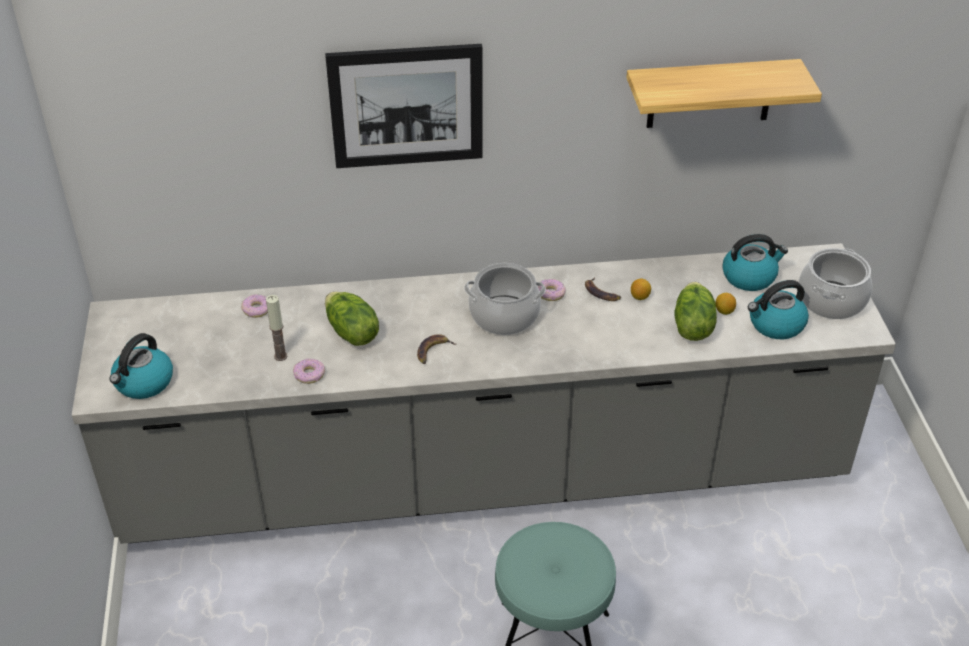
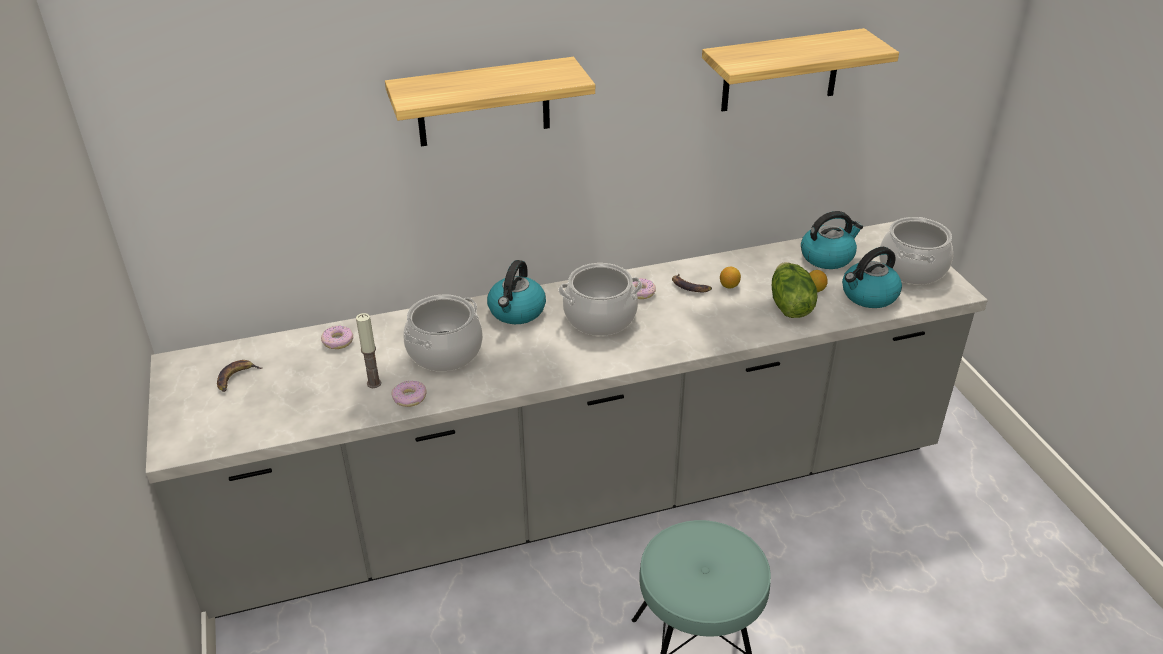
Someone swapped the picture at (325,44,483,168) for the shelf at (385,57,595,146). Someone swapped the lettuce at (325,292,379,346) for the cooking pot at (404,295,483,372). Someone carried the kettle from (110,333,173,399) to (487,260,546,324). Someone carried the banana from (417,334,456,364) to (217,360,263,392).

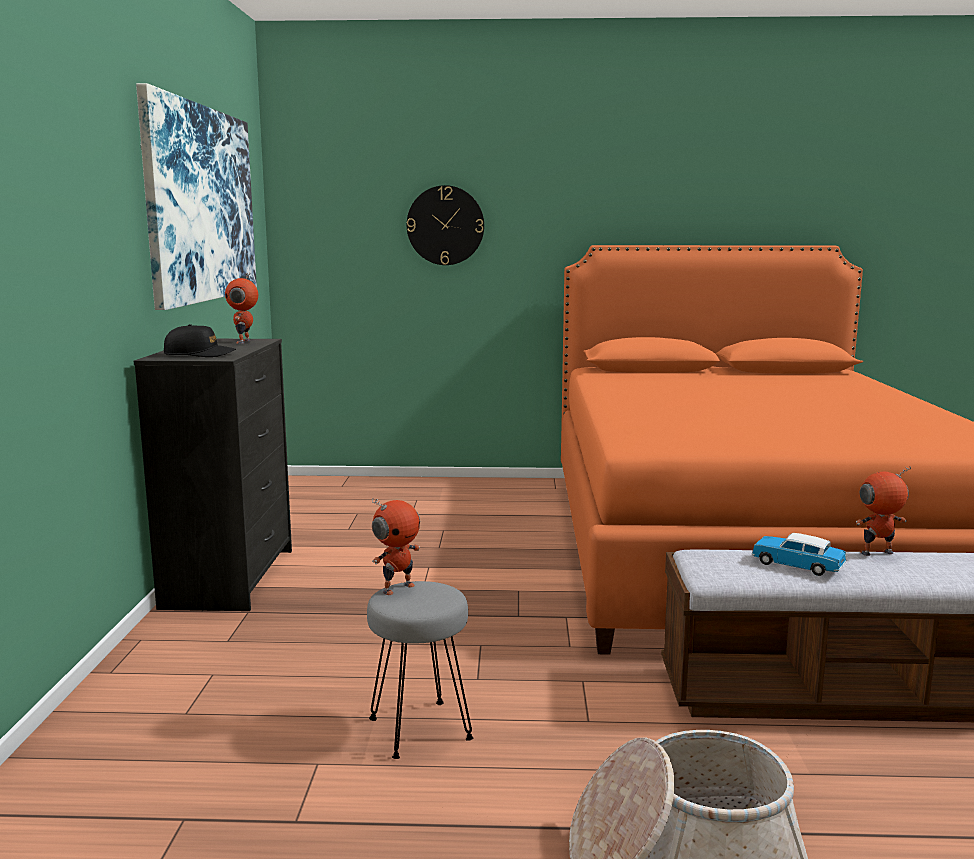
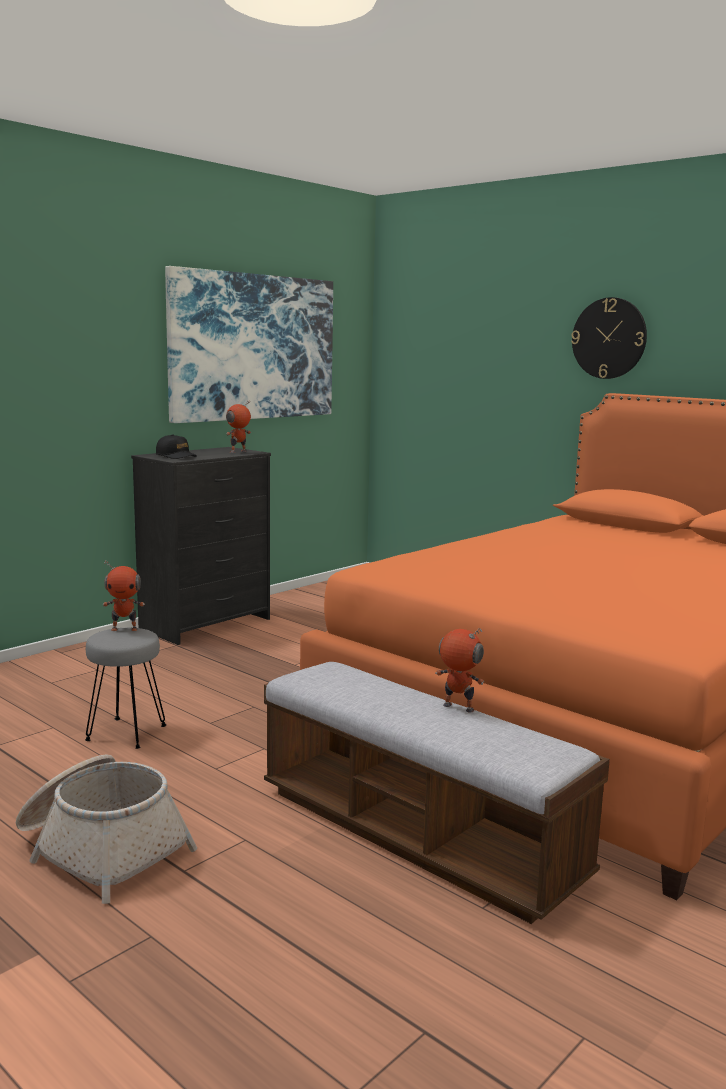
Someone carried the wall clock from (407,185,484,265) to (571,297,647,379). Someone took away the toy car at (752,533,846,576).

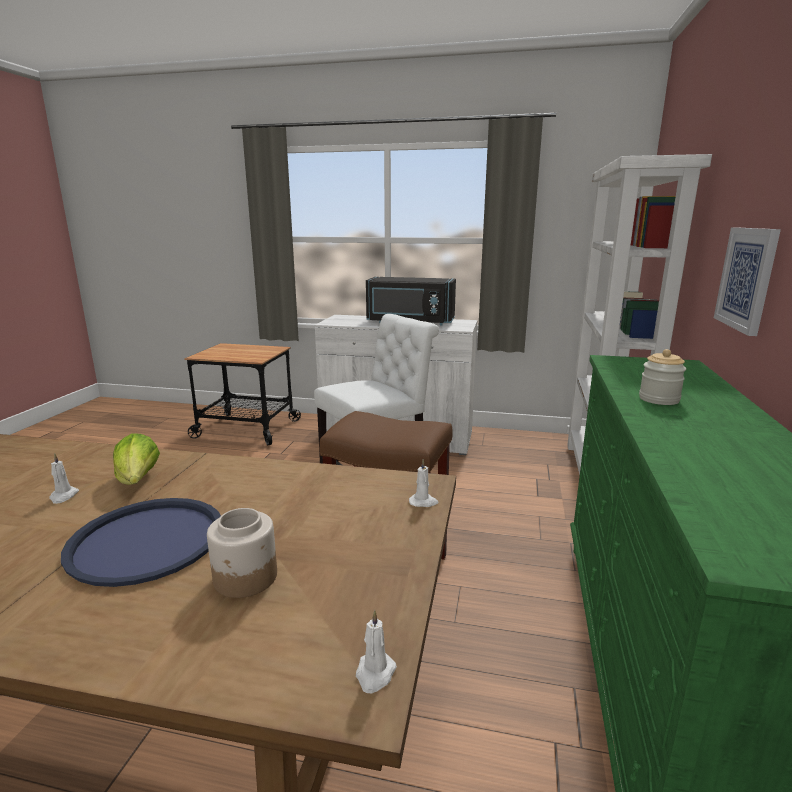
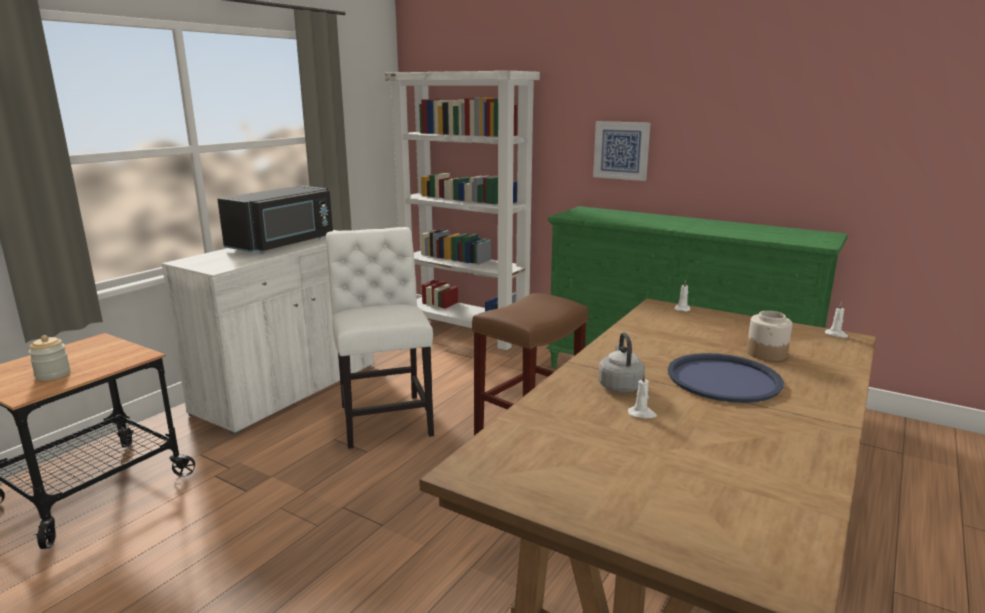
Someone carried the jar from (639,349,686,405) to (28,335,70,381). Someone swapped the lettuce at (113,433,160,485) for the kettle/grey at (598,332,645,393).

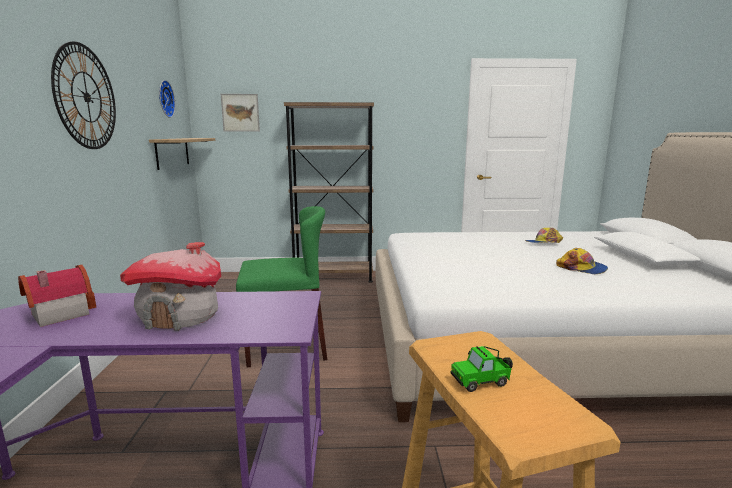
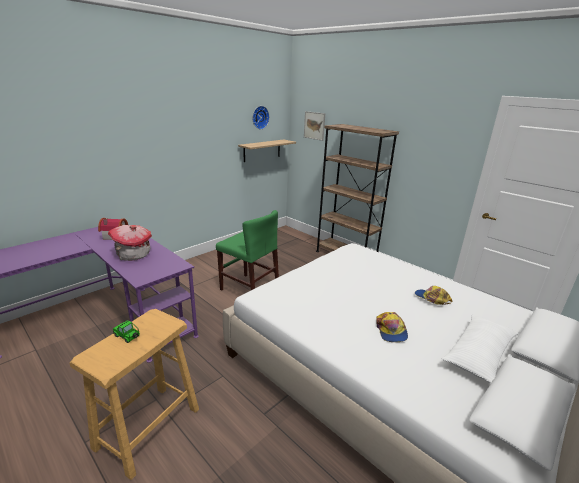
Someone took away the wall clock at (51,41,116,149).

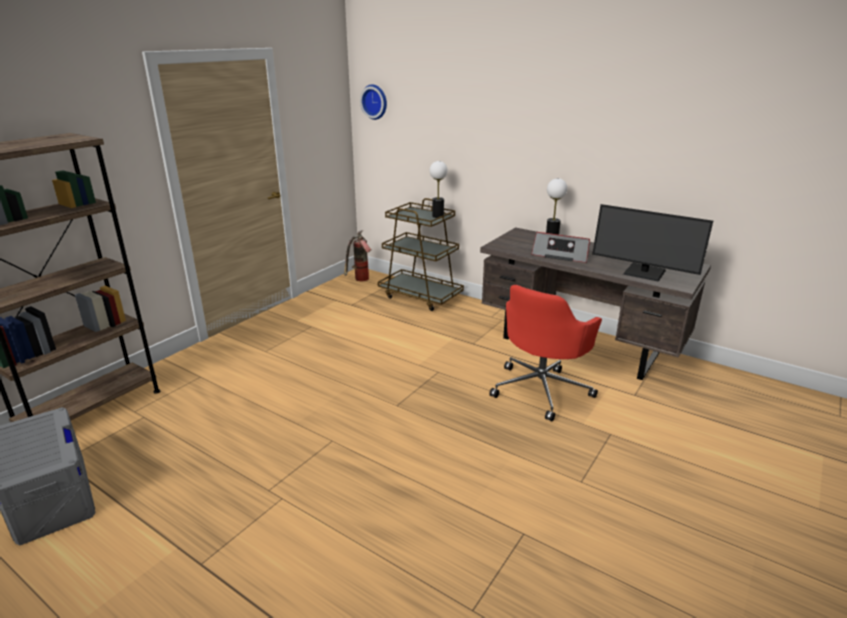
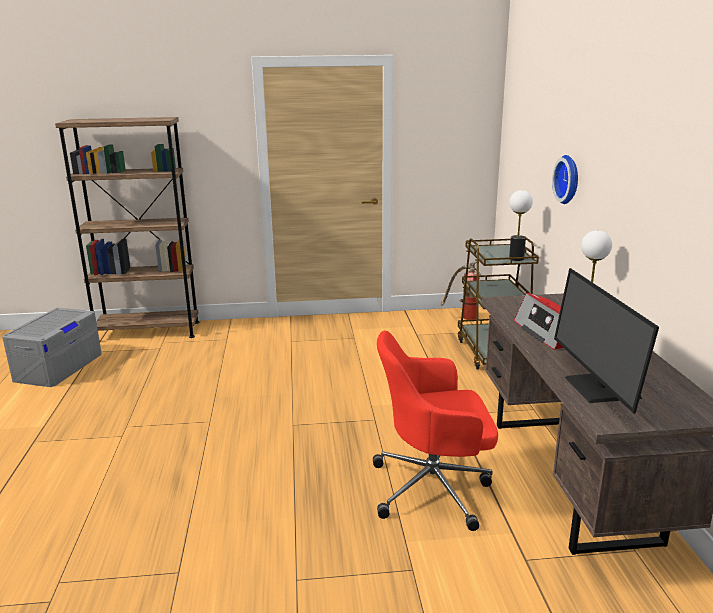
Someone carried the wall clock from (360,84,387,120) to (552,155,578,204).

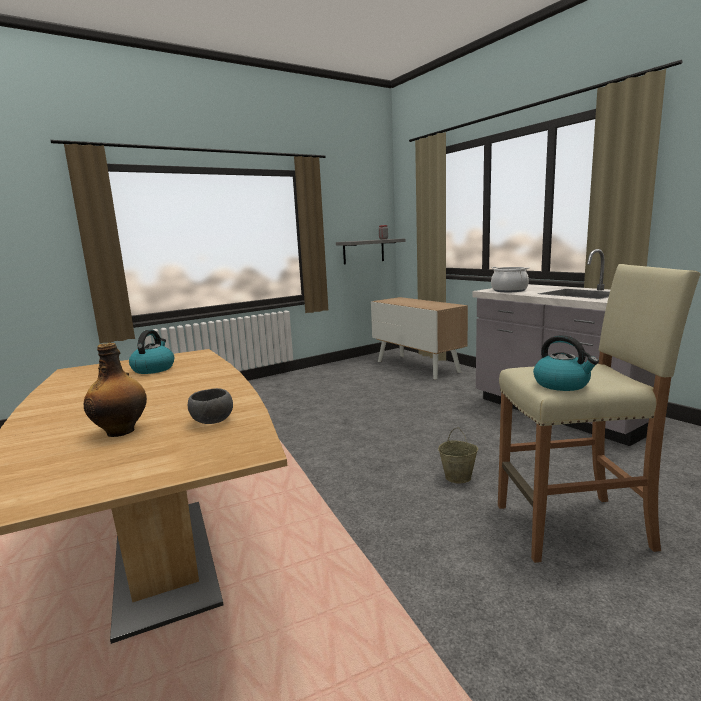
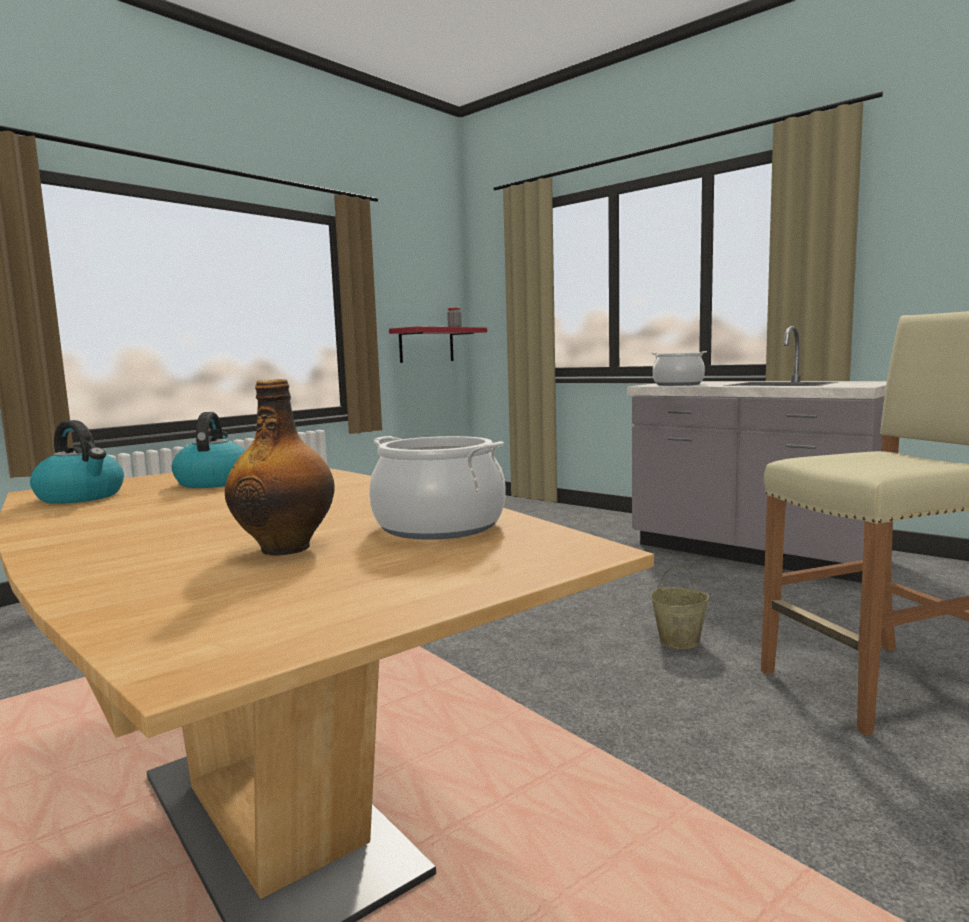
Someone repainted the shelf/grey at (336,239,405,265), which became the shelf/red at (389,326,487,363). Someone took away the cabinet at (371,297,468,380). Someone carried the kettle from (533,335,599,391) to (30,420,124,504). Someone swapped the bowl/grey at (188,388,233,424) for the cooking pot at (369,436,506,540).

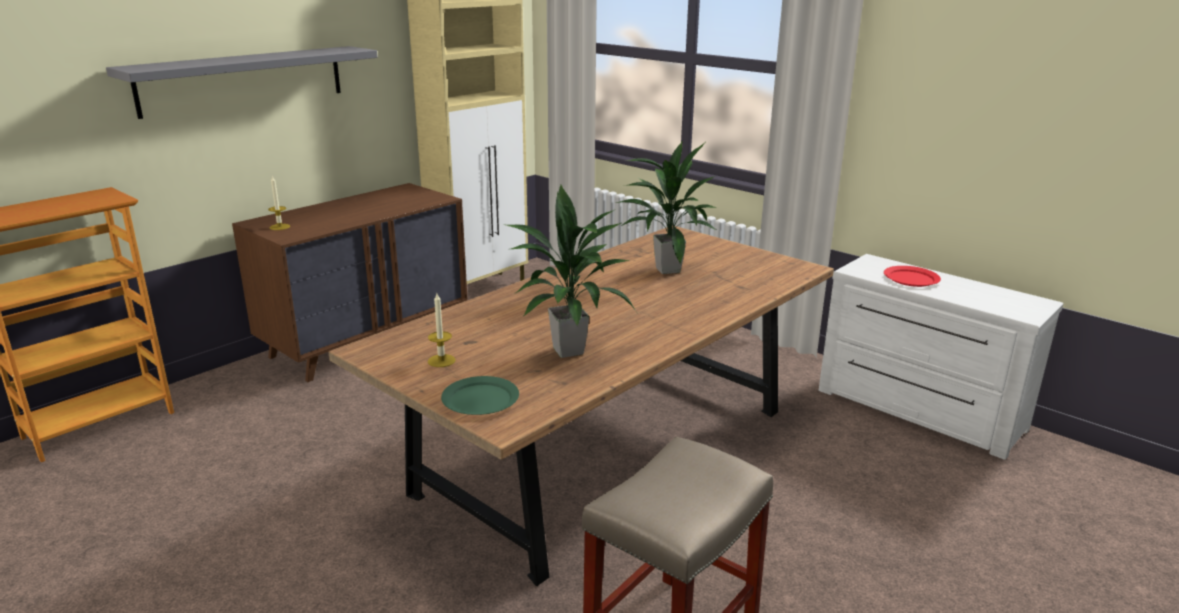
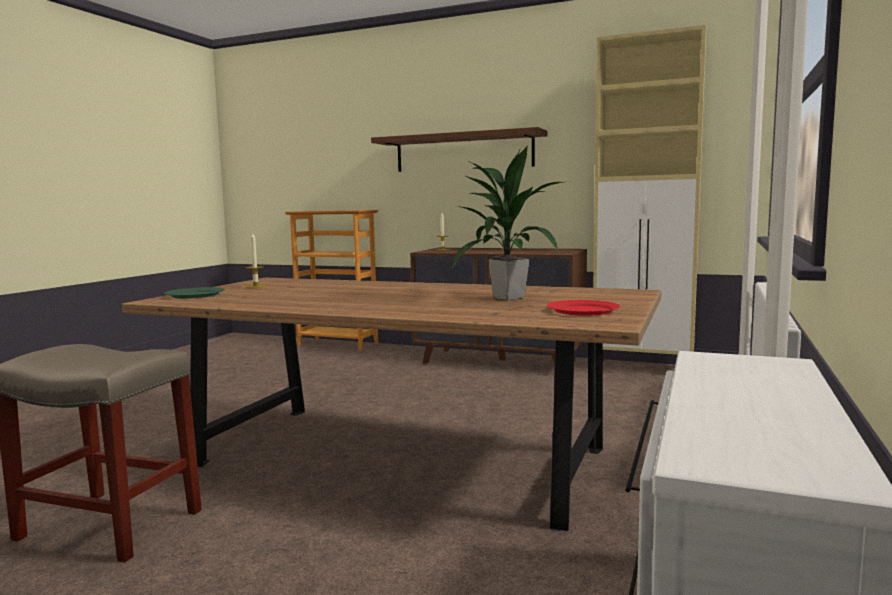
Someone repainted the shelf/grey at (106,46,378,119), which became the shelf/brown at (371,127,547,172). Someone took away the potted plant at (503,185,637,358). Someone carried the plate/red from (884,266,941,287) to (547,300,620,316).

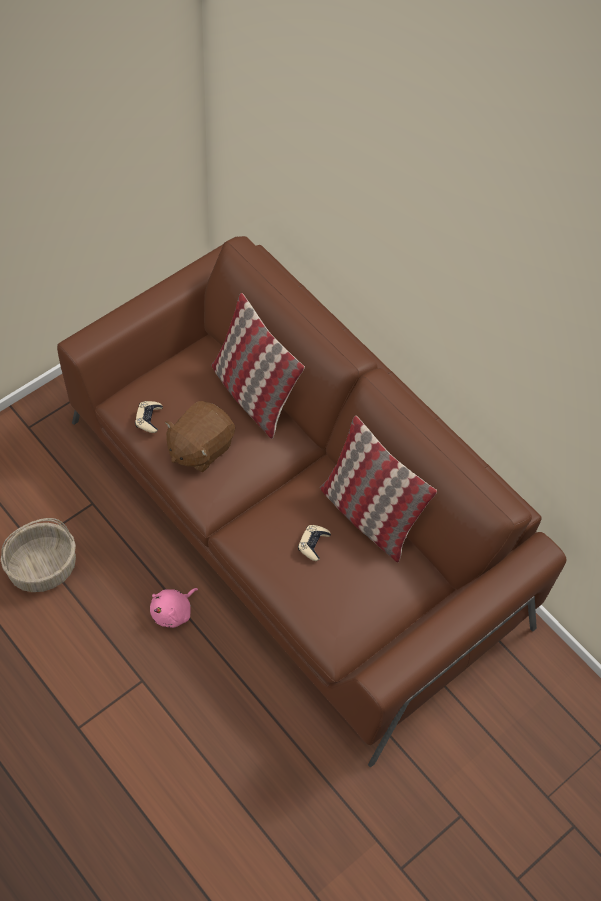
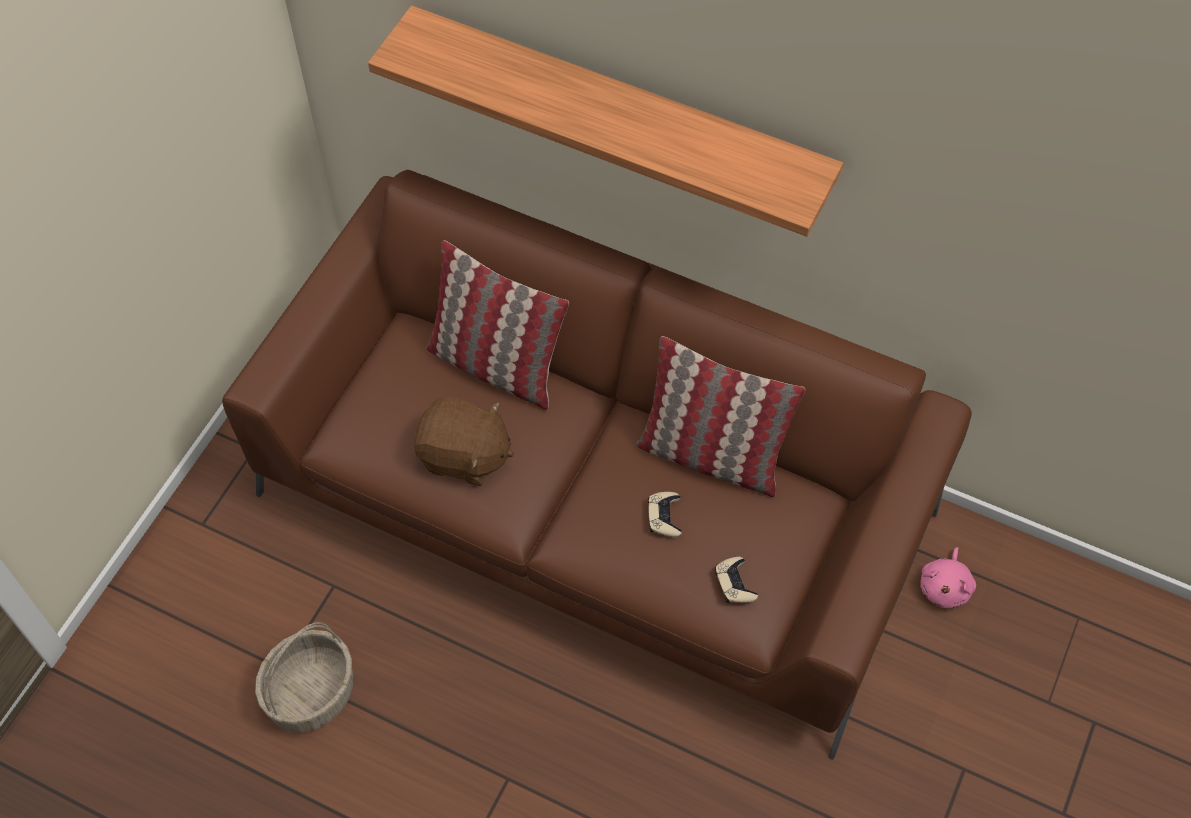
Someone carried the game controller/beige from (135,401,163,433) to (715,557,758,603). Someone rotated the plush toy/brown at (165,401,235,472) by 90 degrees counterclockwise. Someone carried the plush toy/pink from (150,588,198,628) to (920,547,976,608). Someone put up the shelf at (368,5,843,237).

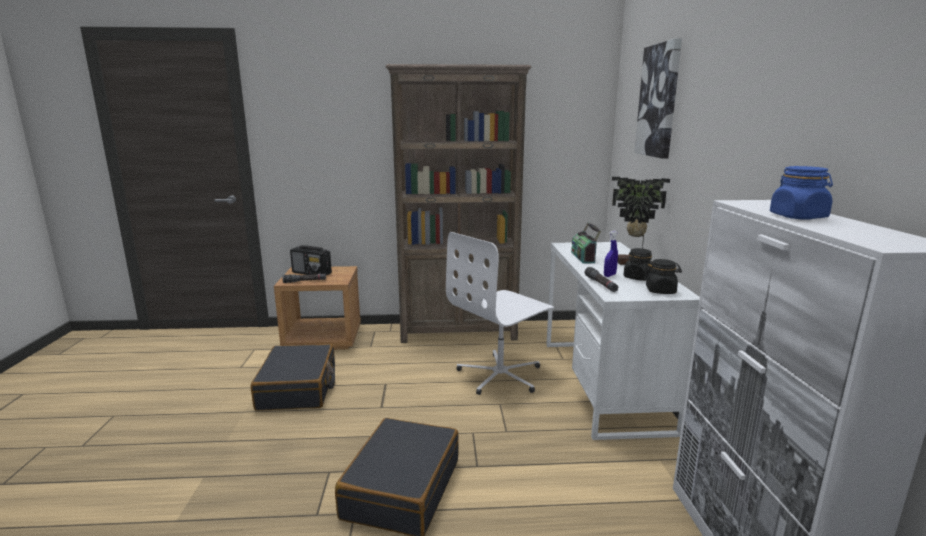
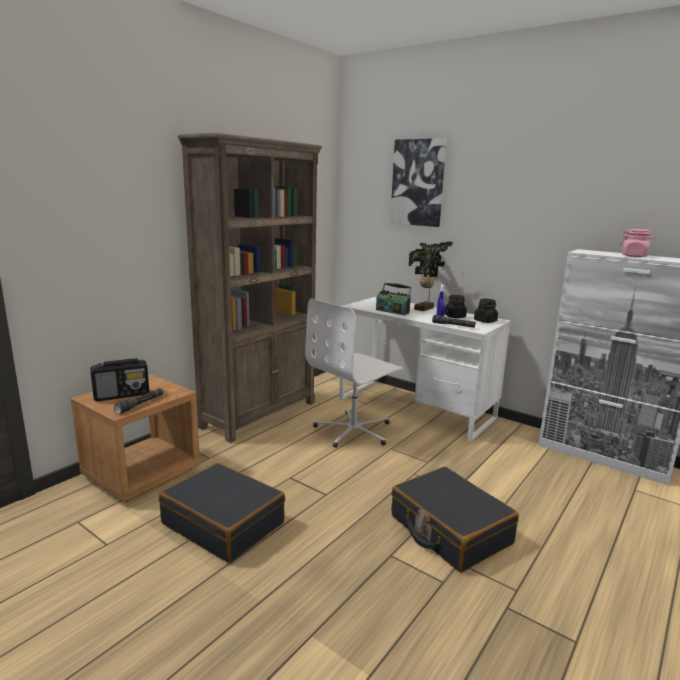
Someone repainted the jar/blue at (770,166,833,220), which became the jar/pink at (620,229,655,257). Someone rotated the office chair/white at (446,232,554,395) by 45 degrees clockwise.

